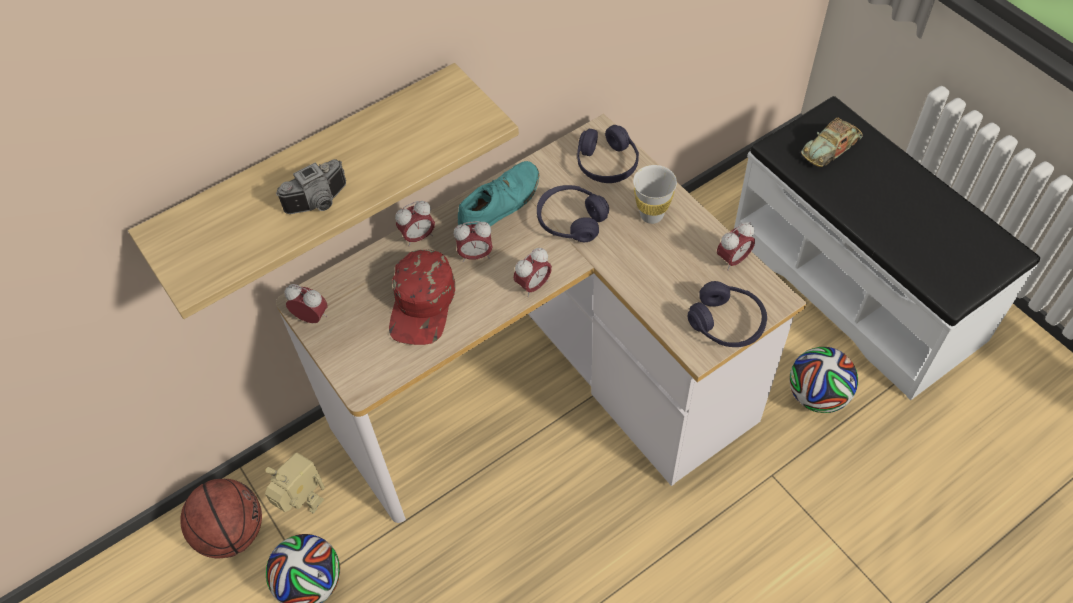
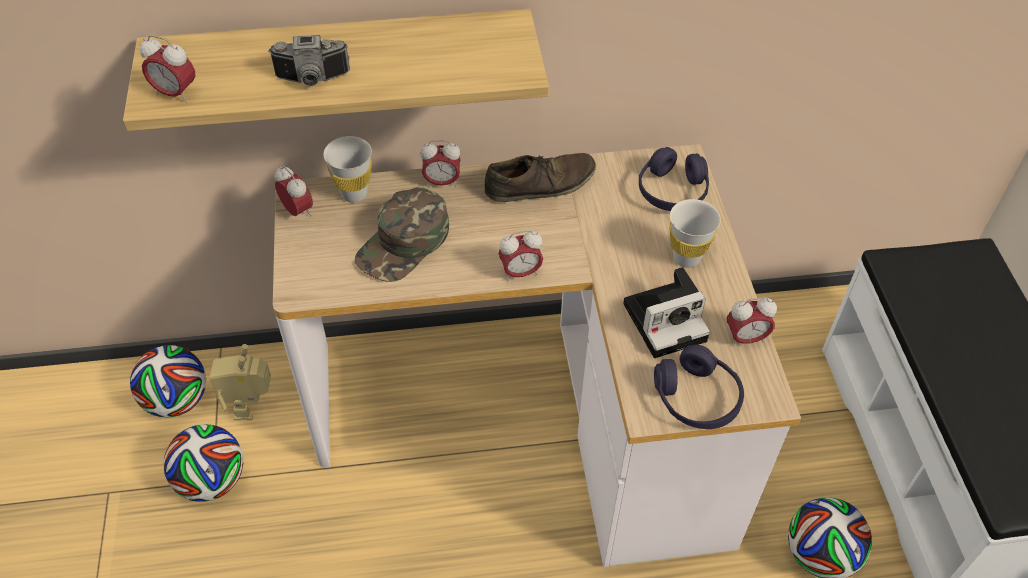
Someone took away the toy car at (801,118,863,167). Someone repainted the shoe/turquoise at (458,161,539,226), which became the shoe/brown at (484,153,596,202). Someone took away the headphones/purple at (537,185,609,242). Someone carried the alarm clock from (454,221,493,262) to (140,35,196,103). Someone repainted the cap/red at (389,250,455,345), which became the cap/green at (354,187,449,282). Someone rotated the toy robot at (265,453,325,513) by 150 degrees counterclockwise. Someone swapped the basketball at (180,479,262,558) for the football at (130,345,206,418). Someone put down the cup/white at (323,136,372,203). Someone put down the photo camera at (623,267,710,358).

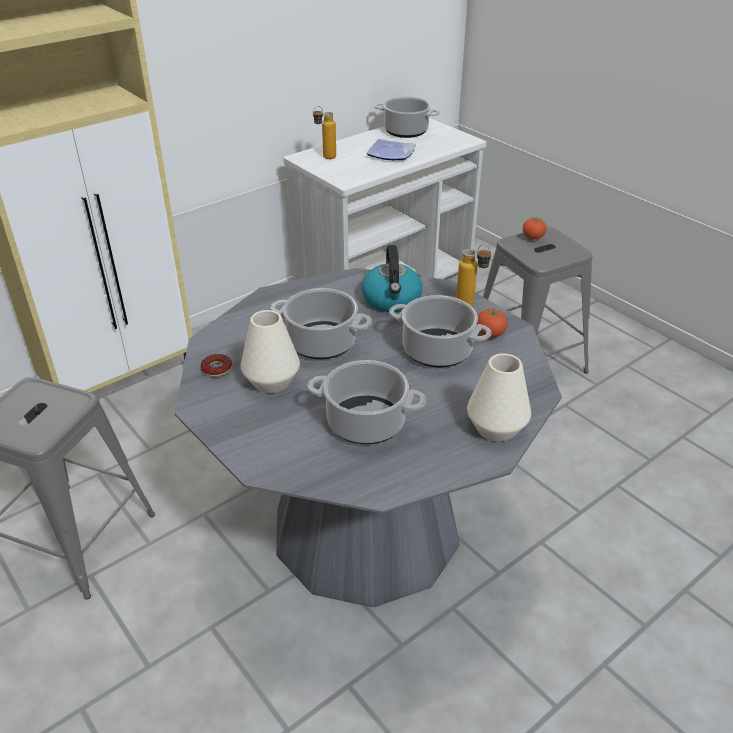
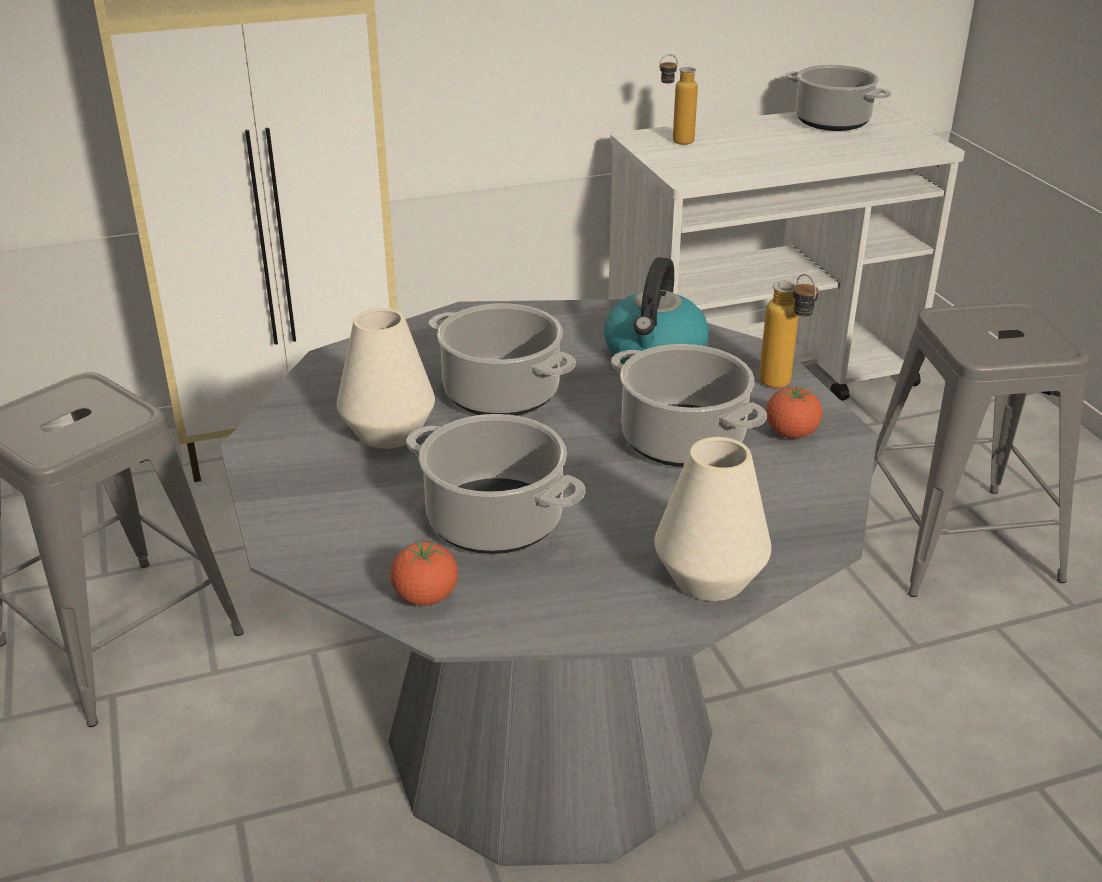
Someone took away the plate at (367,139,416,160). Someone carried the tomato from (523,218,546,239) to (390,541,458,606). Someone took away the donut at (201,354,232,377).

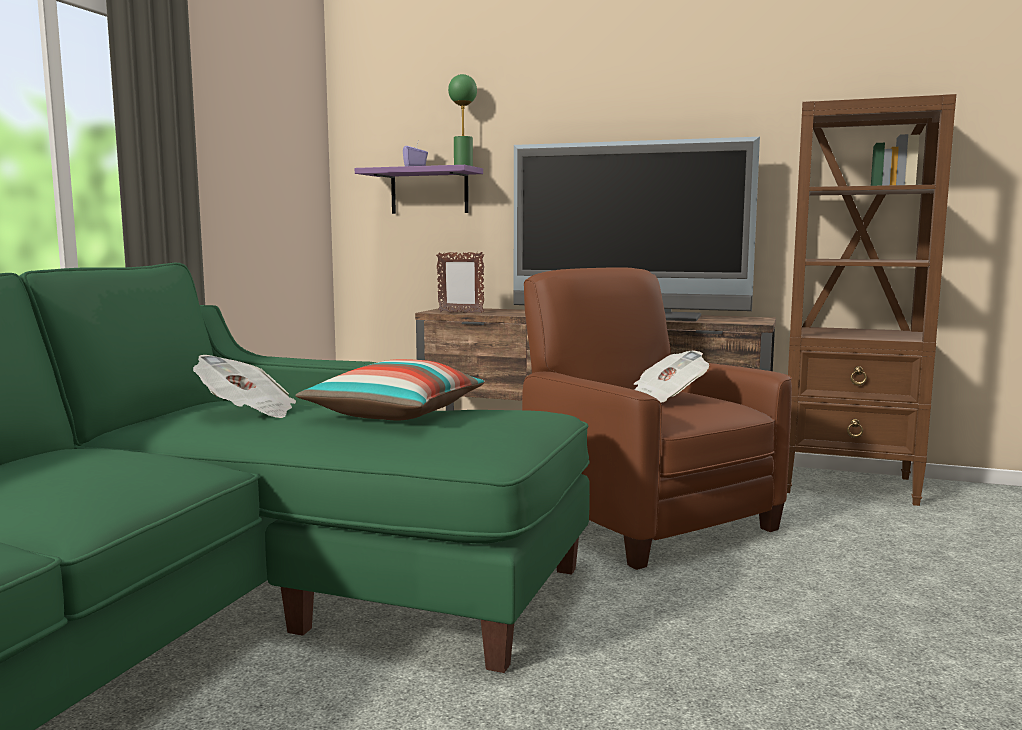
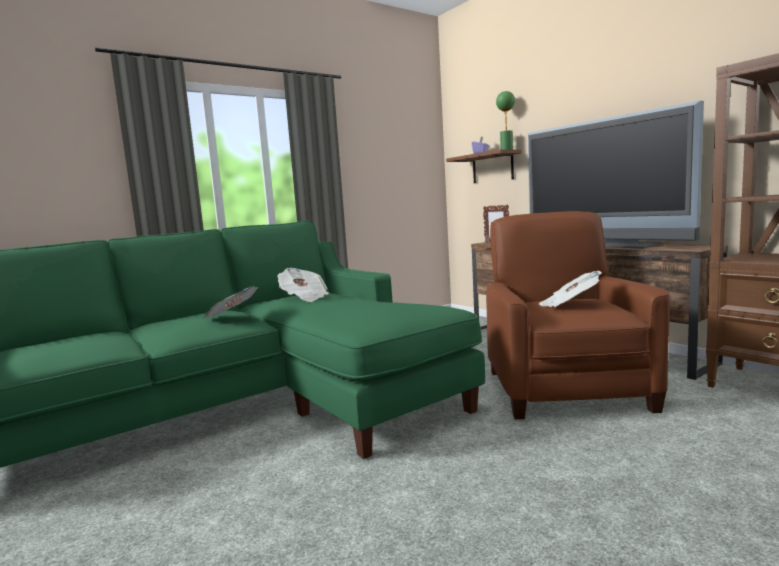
Someone repainted the shelf/purple at (355,165,483,214), which became the shelf/brown at (446,149,522,183). Someone took away the pillow at (295,359,485,420). Someone put down the newspaper at (203,286,258,318).

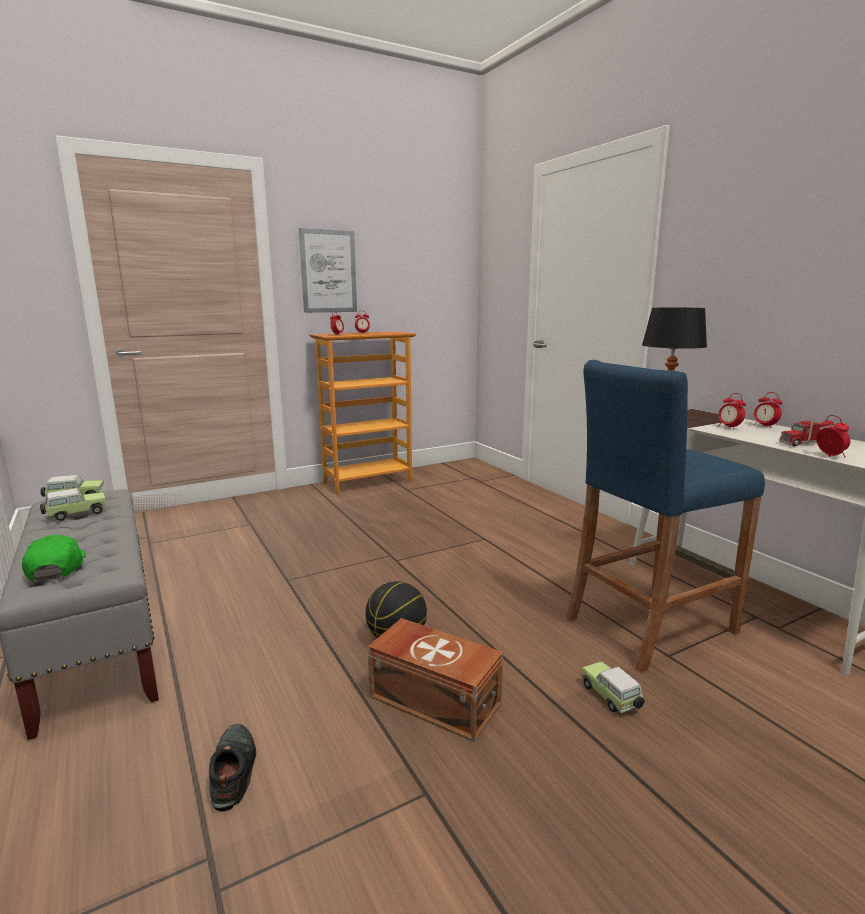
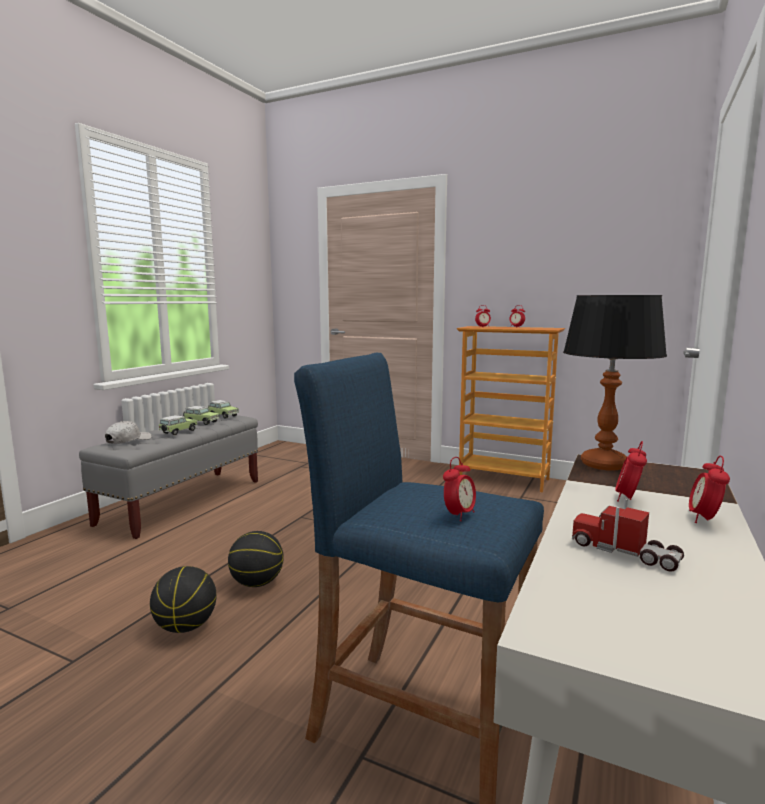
Someone took away the picture at (299,228,357,313). Someone carried the alarm clock from (816,415,850,457) to (443,457,476,521). Someone repainted the cap/green at (22,535,86,582), which became the cap/white at (105,421,152,444). Someone swapped the storage box/brown at (368,618,503,742) for the basketball at (150,566,217,633). Someone carried the toy car from (581,661,645,713) to (159,415,197,435). Someone took away the shoe/black at (209,724,256,811).

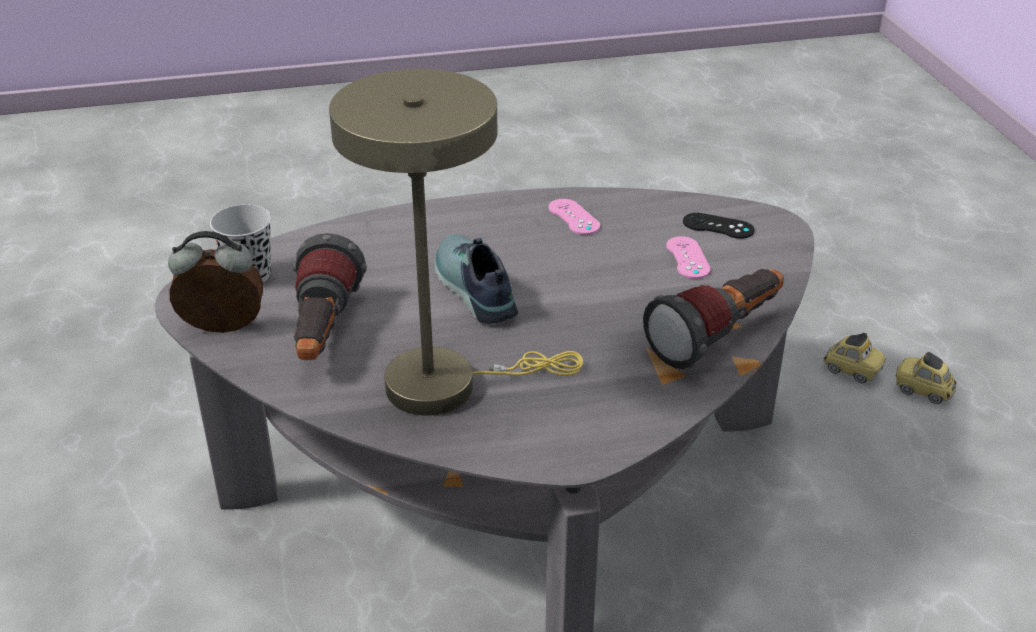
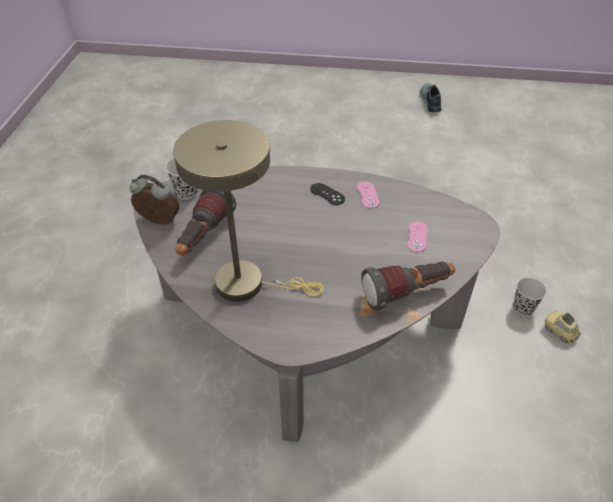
Someone carried the game controller/black from (683,213,755,239) to (310,183,345,205). Someone carried the shoe from (434,234,518,324) to (419,83,441,112). Someone swapped the toy car at (823,333,886,383) for the cup/black at (513,278,547,316).

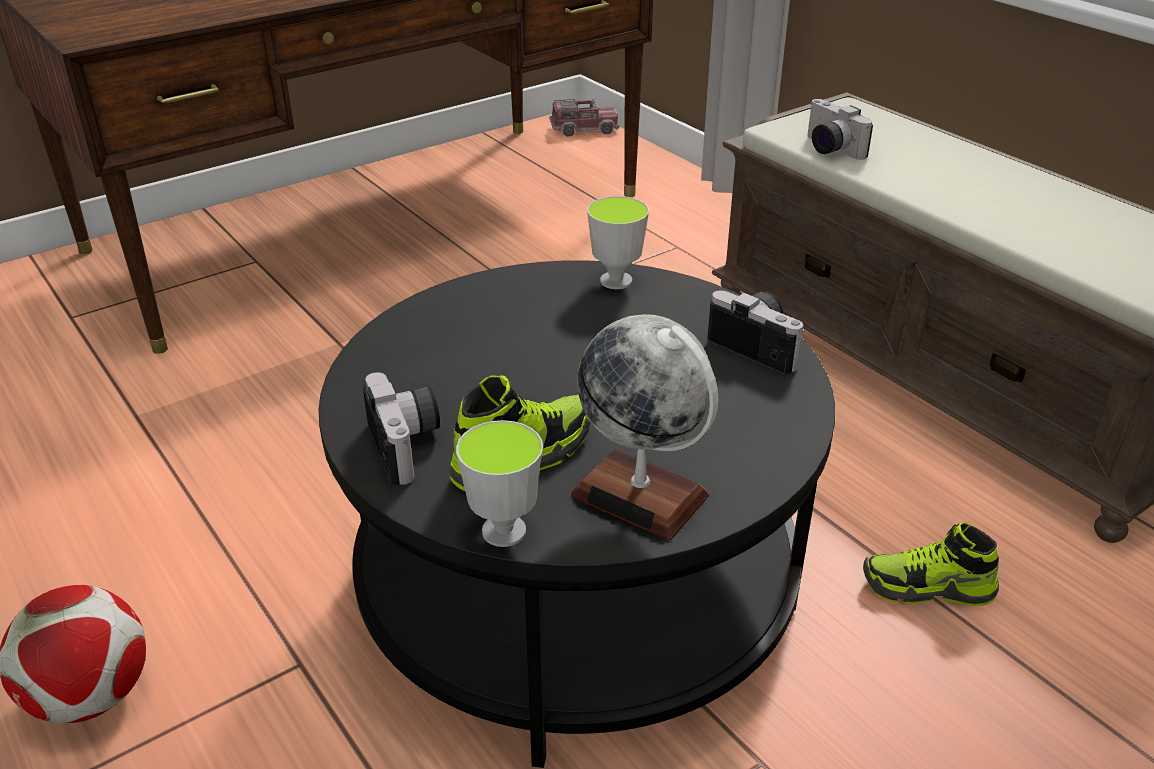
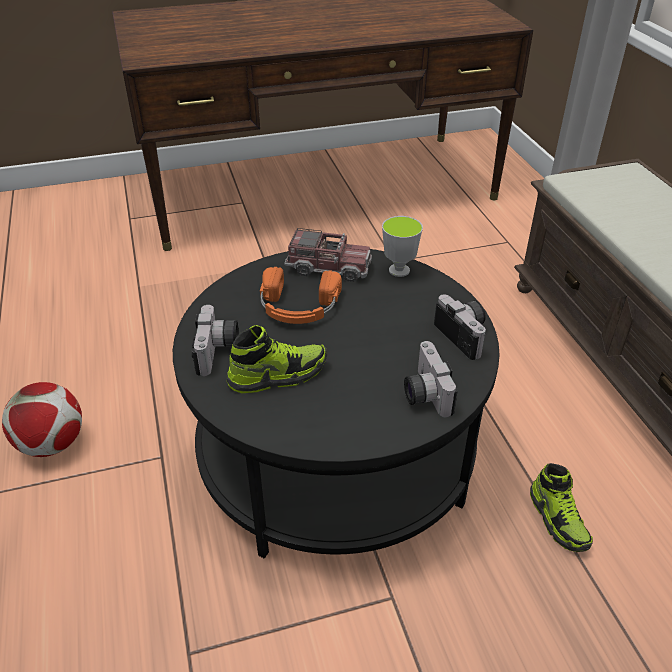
Someone carried the toy truck from (549,98,619,137) to (284,228,372,282). Someone carried the photo camera from (807,99,873,160) to (404,341,458,418). Someone took away the globe at (570,314,718,541). Someone took away the cup at (456,420,543,547). Someone rotated the shoe at (863,522,999,606) by 135 degrees counterclockwise. Someone put down the headphones/orange at (260,267,342,324).

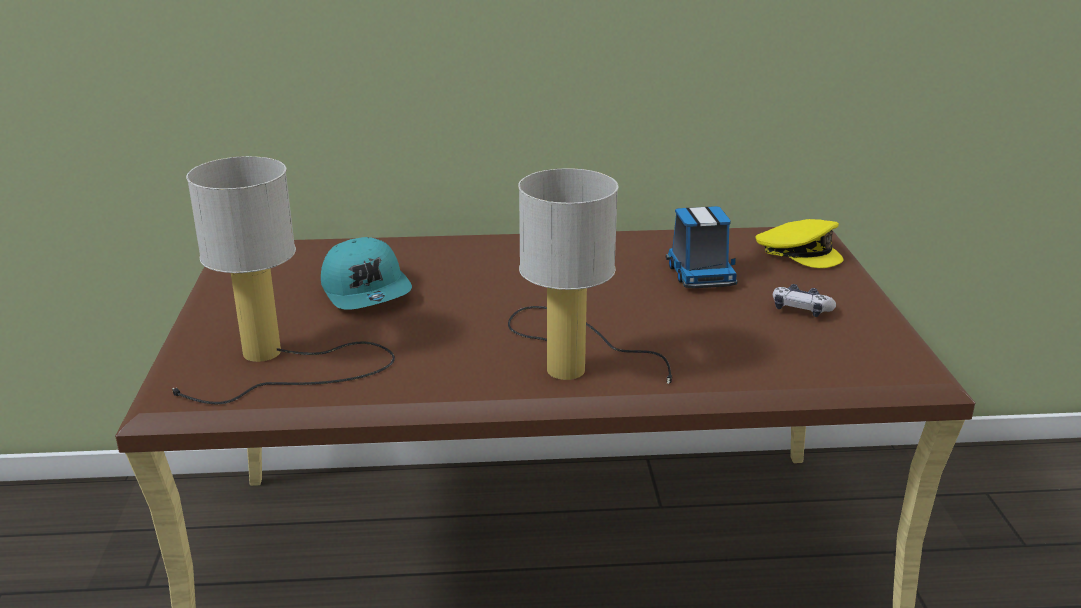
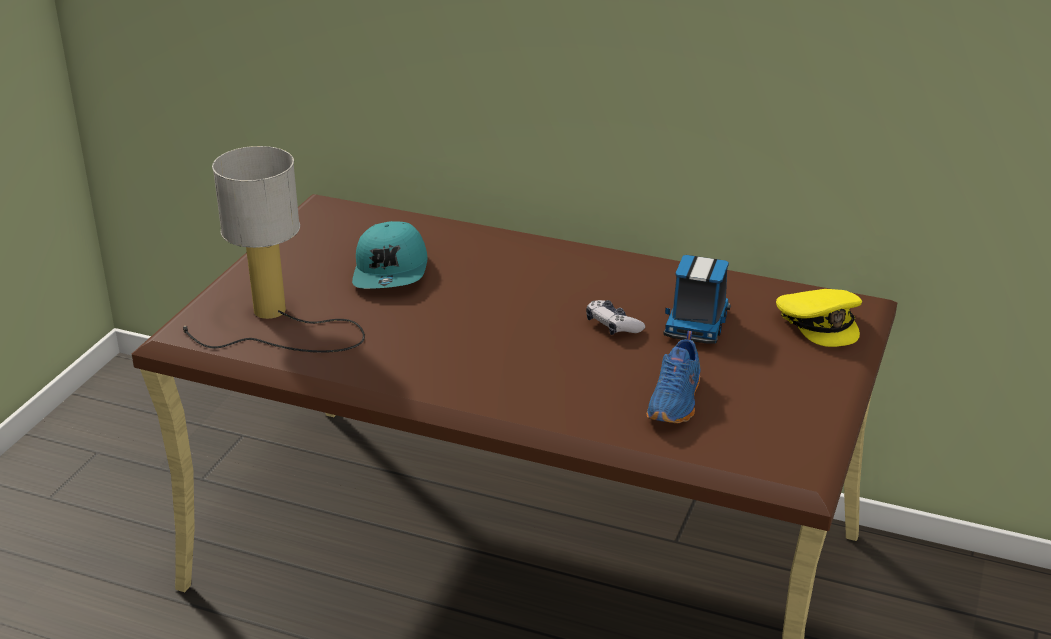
Someone took away the table lamp at (508,168,672,384). Someone carried the game controller from (773,284,836,317) to (586,300,645,335). Someone put down the shoe/blue at (647,331,700,423).

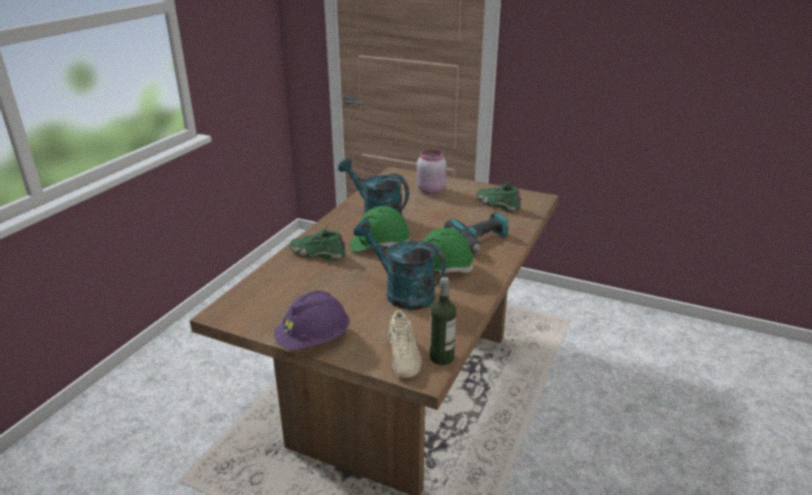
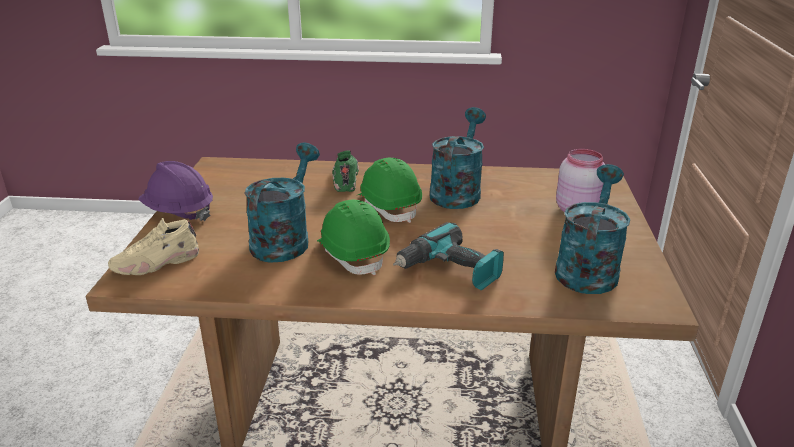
Someone swapped the shoe/green at (477,181,521,212) for the watering can/turquoise at (555,164,630,294). Someone took away the bottle at (430,277,456,365).

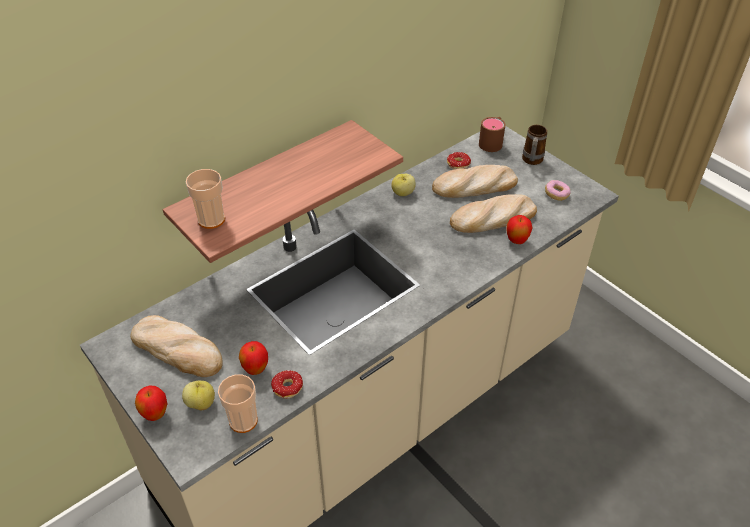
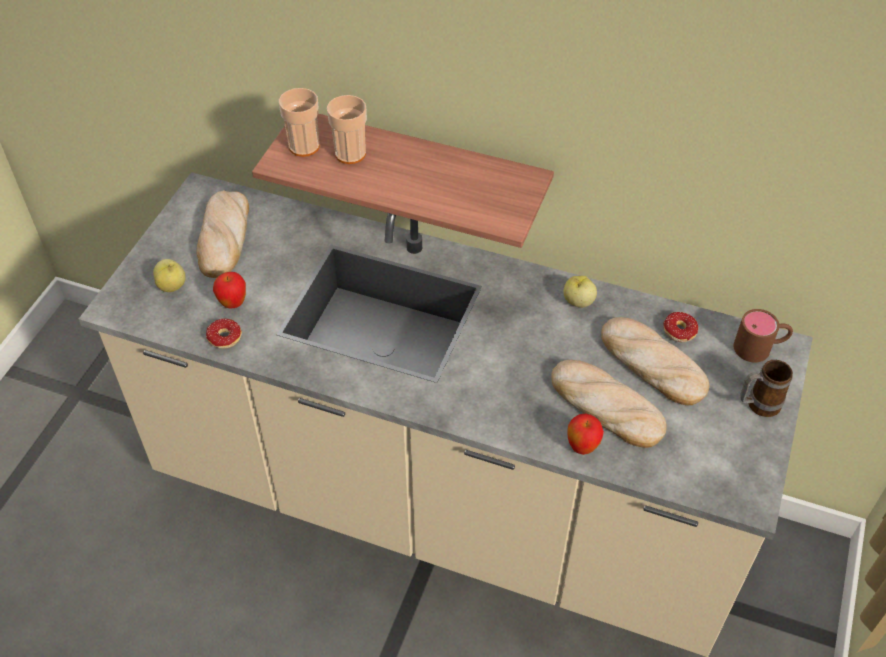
Someone took away the donut at (545,180,571,201). Someone carried the cup from (218,374,258,433) to (327,95,367,164). Someone took away the apple at (135,385,168,421).

